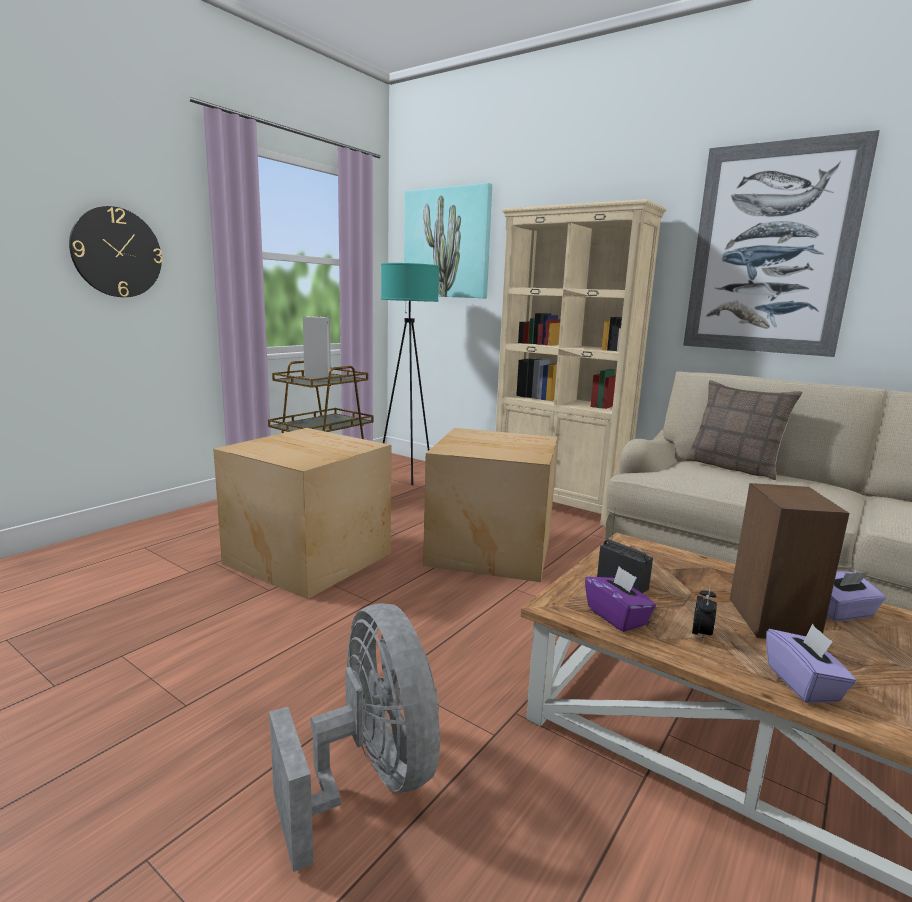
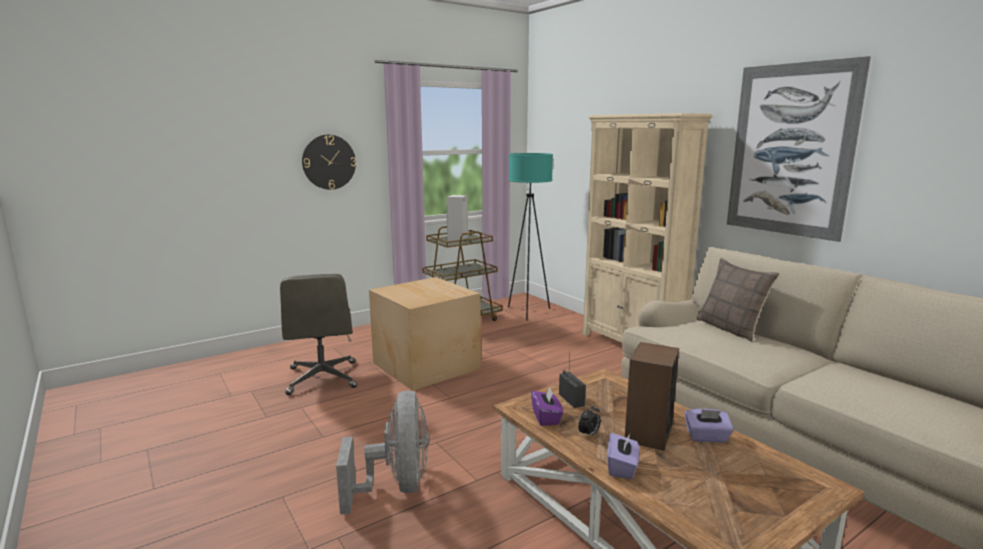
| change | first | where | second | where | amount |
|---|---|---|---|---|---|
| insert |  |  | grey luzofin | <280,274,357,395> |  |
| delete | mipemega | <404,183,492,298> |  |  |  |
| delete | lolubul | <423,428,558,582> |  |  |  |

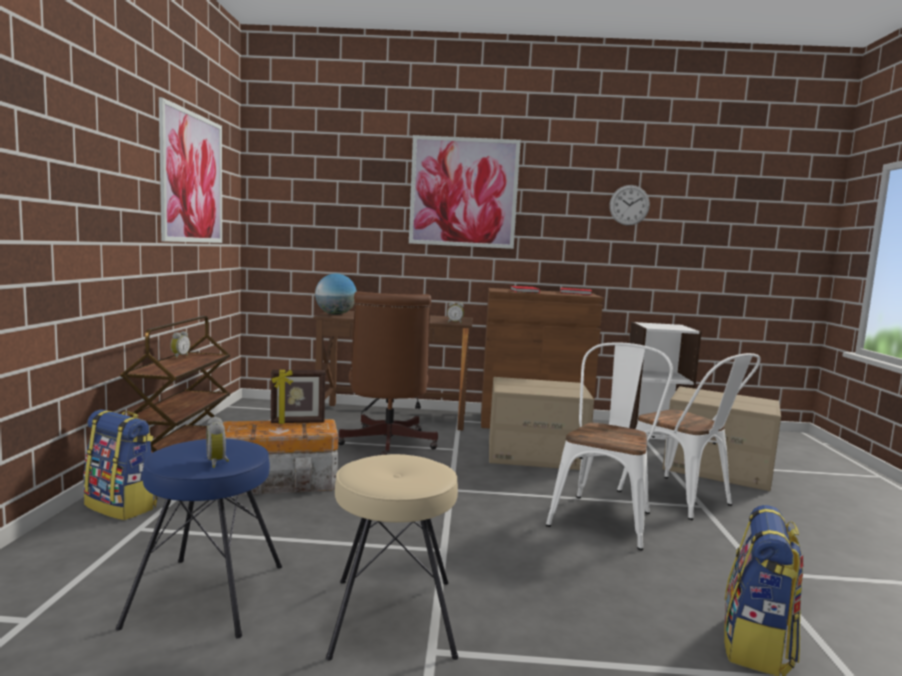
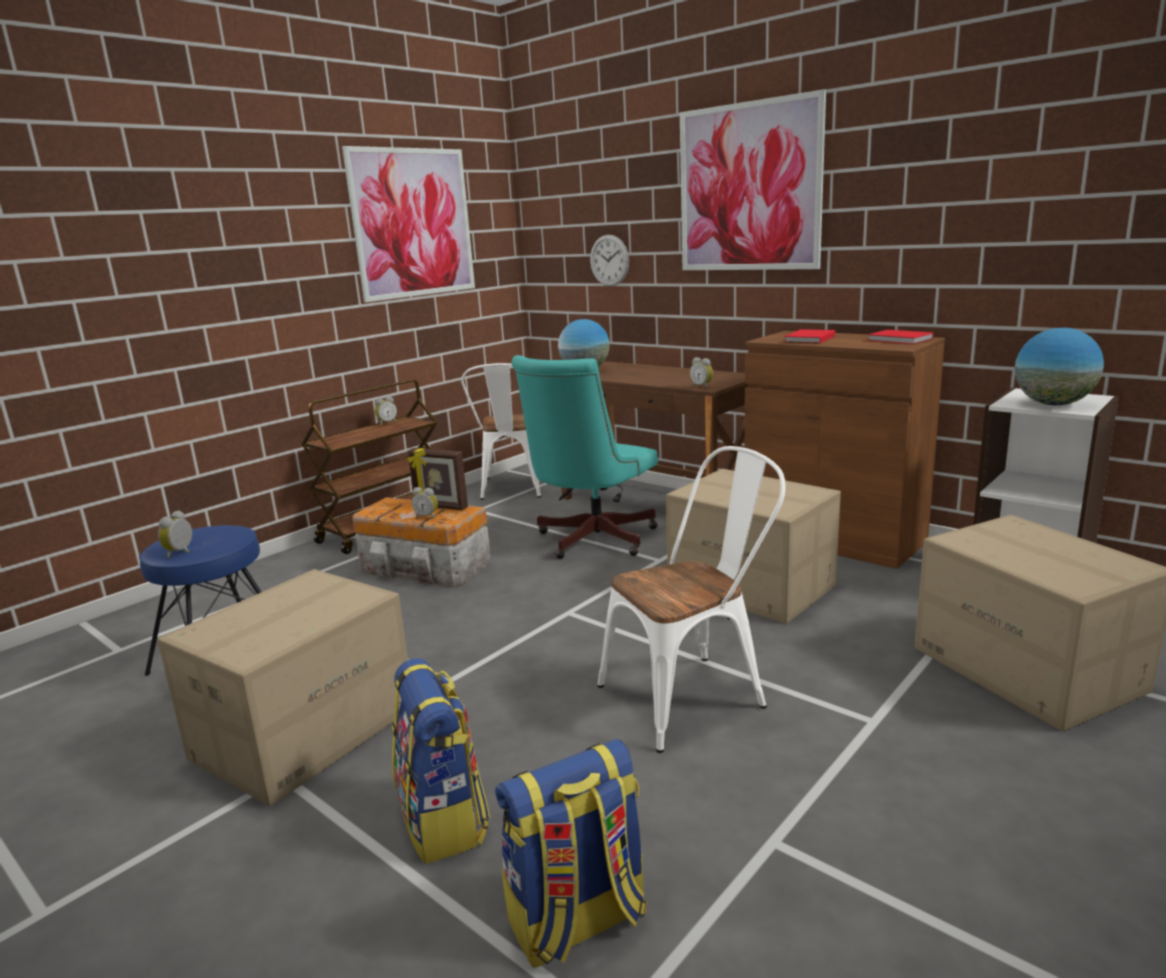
| change | first | where | second | where | amount |
|---|---|---|---|---|---|
| replace | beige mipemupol | <326,454,458,661> | lolubul | <157,569,408,806> |  |
| move | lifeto | <83,409,157,520> |  | <392,658,490,864> |  |
| insert |  |  | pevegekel | <412,487,438,519> |  |
| move | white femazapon | <617,353,761,520> |  | <461,363,541,500> |  |
| recolor | brown luzofin | <338,291,438,455> | turquoise luzofin | <512,355,658,559> |  |
| move | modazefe | <609,185,650,226> |  | <590,235,629,287> |  |
| insert |  |  | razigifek | <1015,328,1104,405> |  |

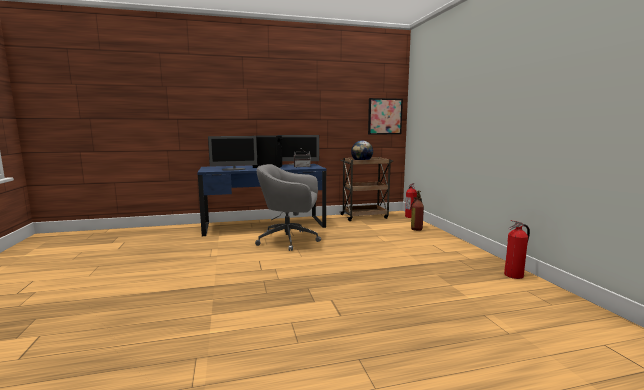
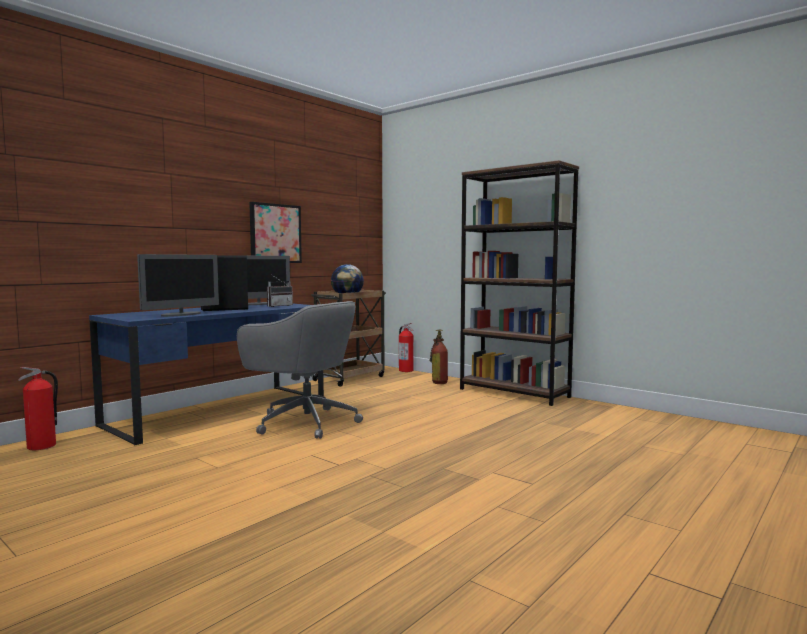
| change | first | where | second | where | amount |
|---|---|---|---|---|---|
| move | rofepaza | <504,220,530,279> |  | <19,367,58,450> |  |
| rotate | grey luzofin | <255,164,321,251> |  | <237,301,363,439> | 120 degrees counterclockwise |
| move | mipemega | <368,98,403,134> |  | <249,202,302,263> |  |
| insert |  |  | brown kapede | <460,160,579,406> |  |

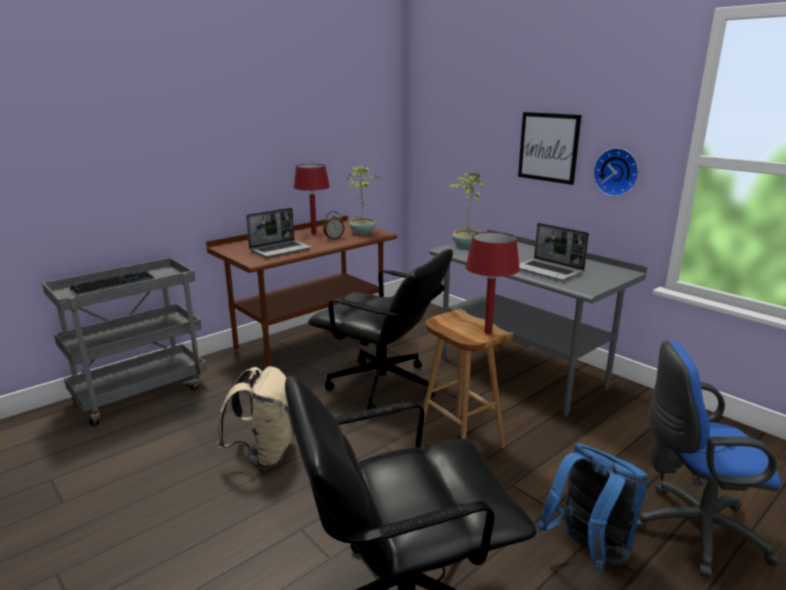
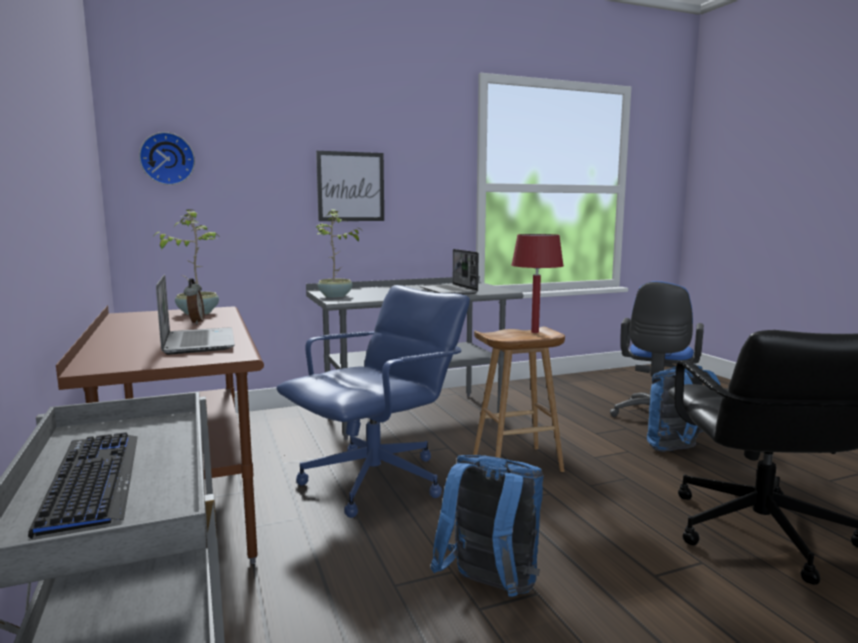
| change | first | where | second | where | amount |
|---|---|---|---|---|---|
| move | modazefe | <593,148,639,197> |  | <139,132,195,185> |  |
| recolor | black luzofin | <308,249,453,410> | blue luzofin | <276,285,470,518> |  |
| rotate | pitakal | <519,223,589,281> |  | <420,249,479,294> | 90 degrees clockwise |
| recolor | beige lifeto | <218,366,294,469> | blue lifeto | <430,455,544,597> |  |
| delete | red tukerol | <294,164,330,234> |  |  |  |

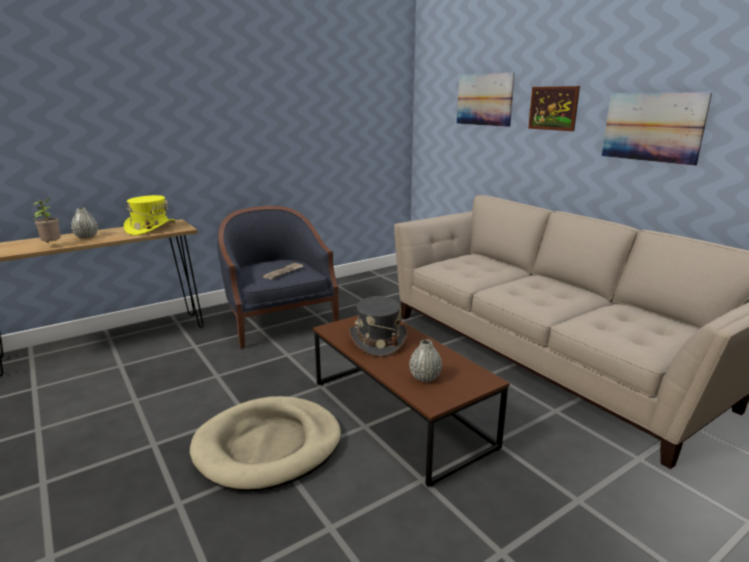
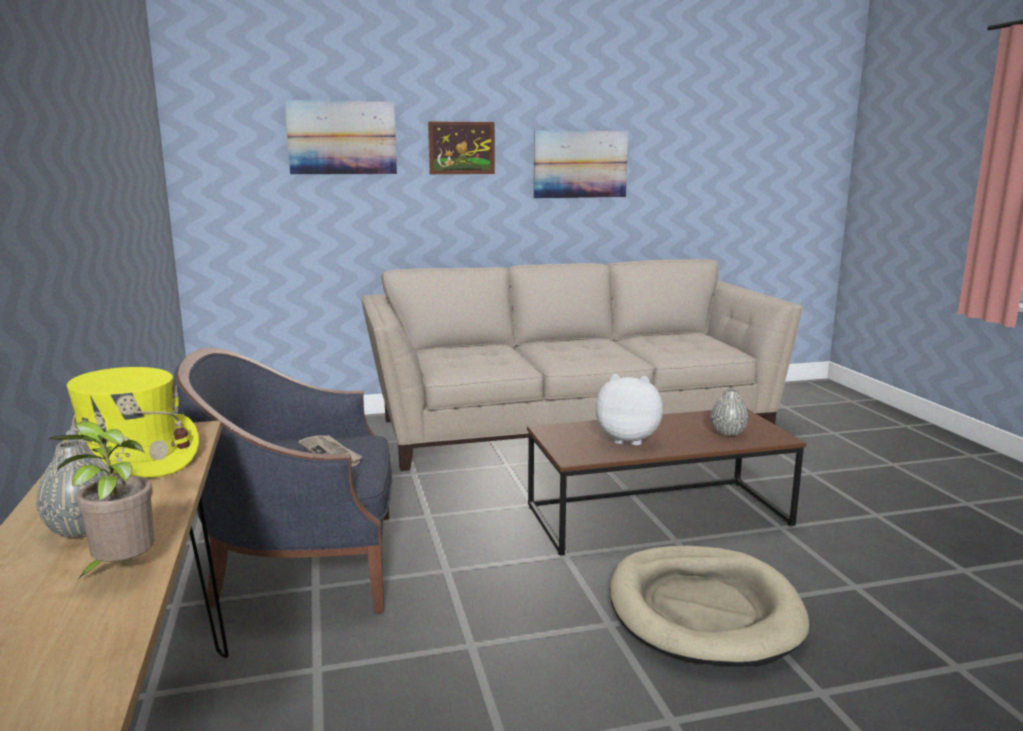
| change | first | where | second | where | amount |
|---|---|---|---|---|---|
| replace | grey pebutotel | <349,296,408,357> | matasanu | <595,374,663,446> |  |

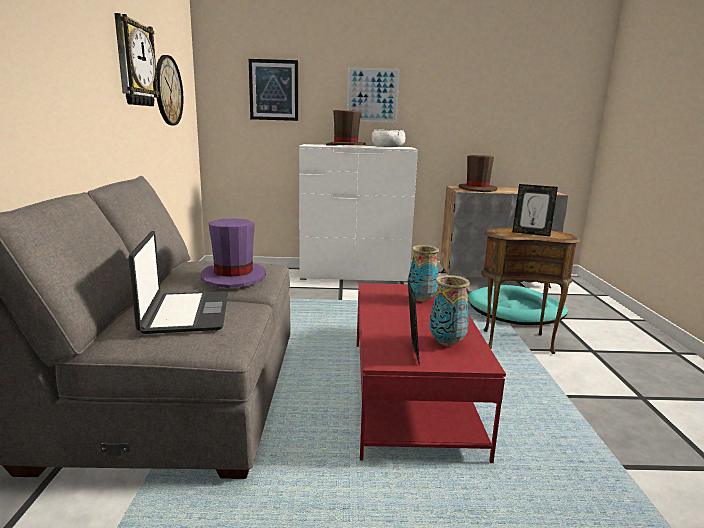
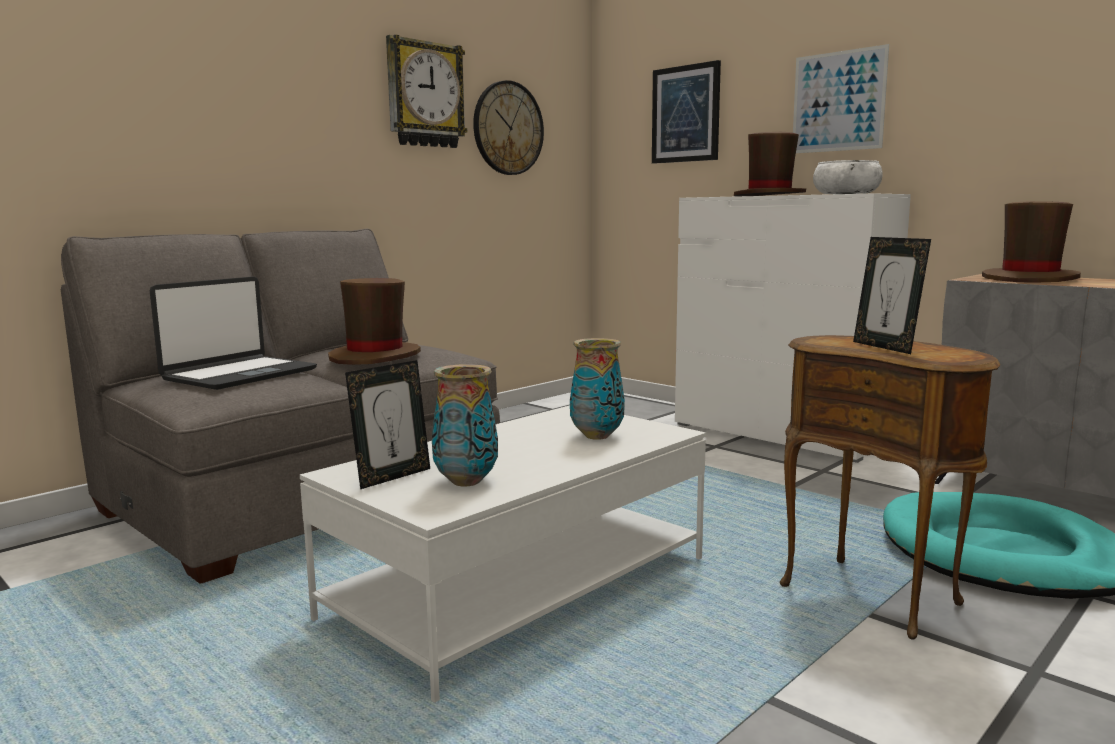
| change | first | where | second | where | amount |
|---|---|---|---|---|---|
| recolor | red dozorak | <357,283,506,463> | white dozorak | <300,405,706,703> |  |
| recolor | purple pebutotel | <201,218,266,288> | brown pebutotel | <328,278,421,365> |  |

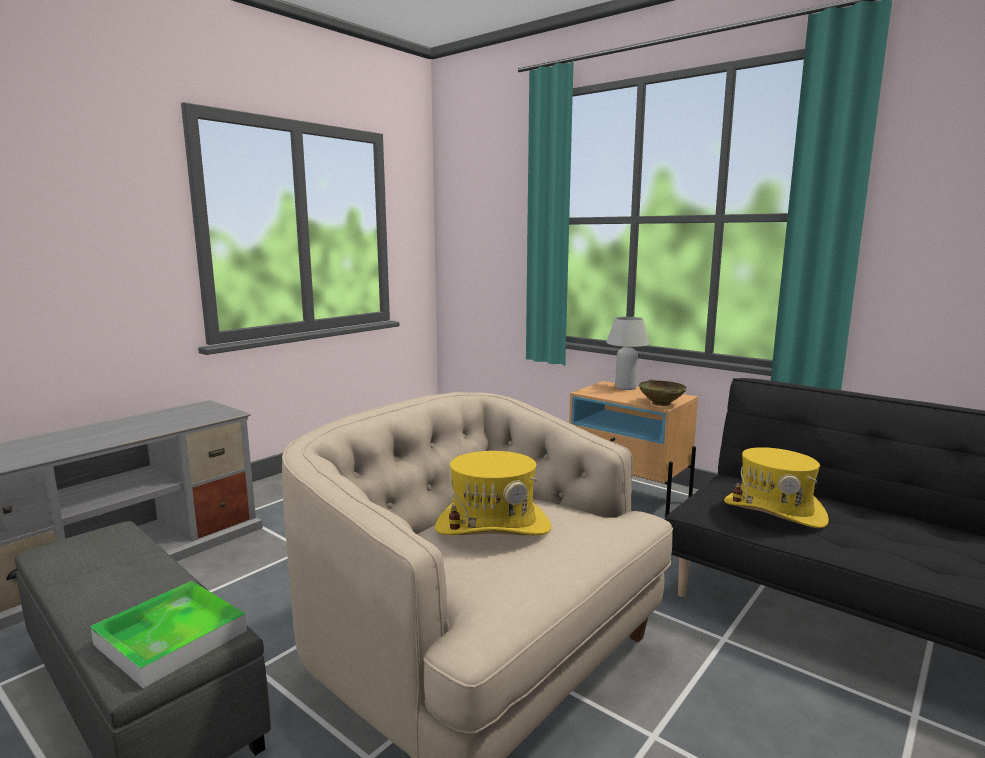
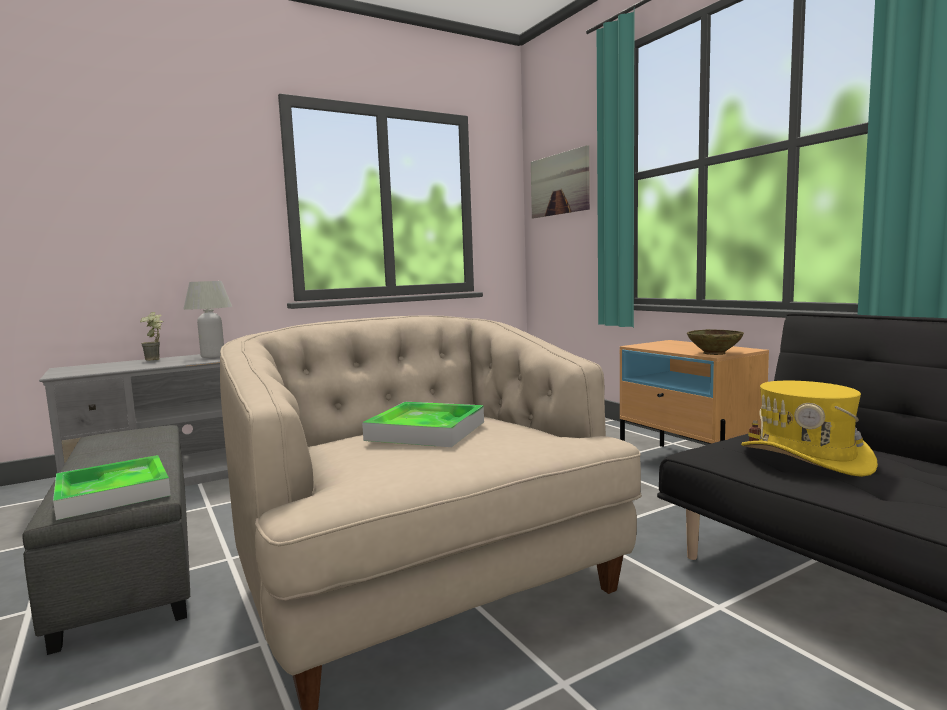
| change | first | where | second | where | amount |
|---|---|---|---|---|---|
| insert |  |  | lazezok | <140,312,163,361> |  |
| move | white tukerol | <606,317,650,390> |  | <183,281,232,358> |  |
| replace | yellow pebutotel | <435,451,551,535> | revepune | <362,402,484,447> |  |
| insert |  |  | mipemega | <531,145,590,218> |  |

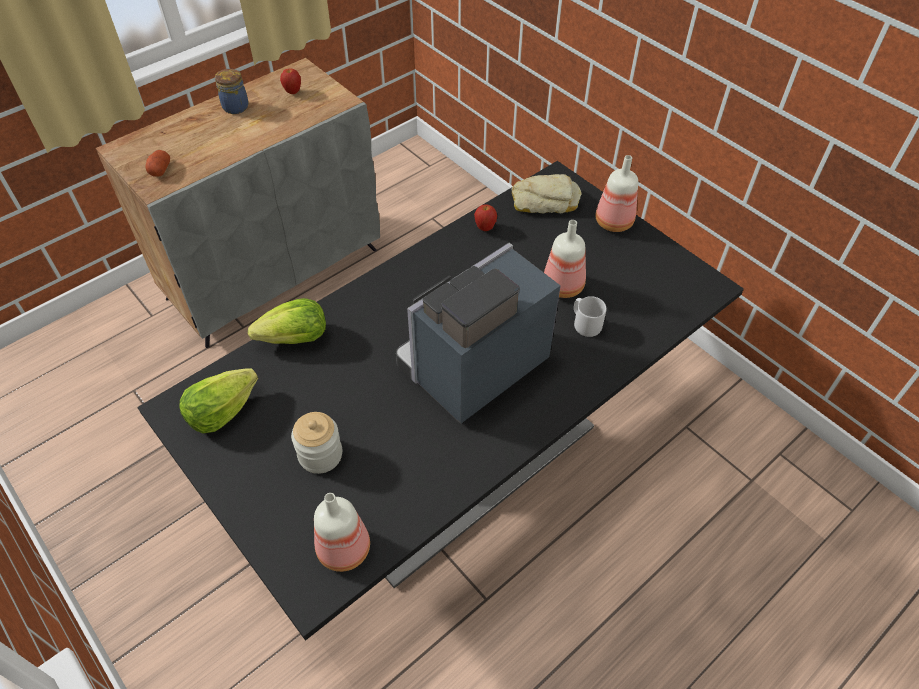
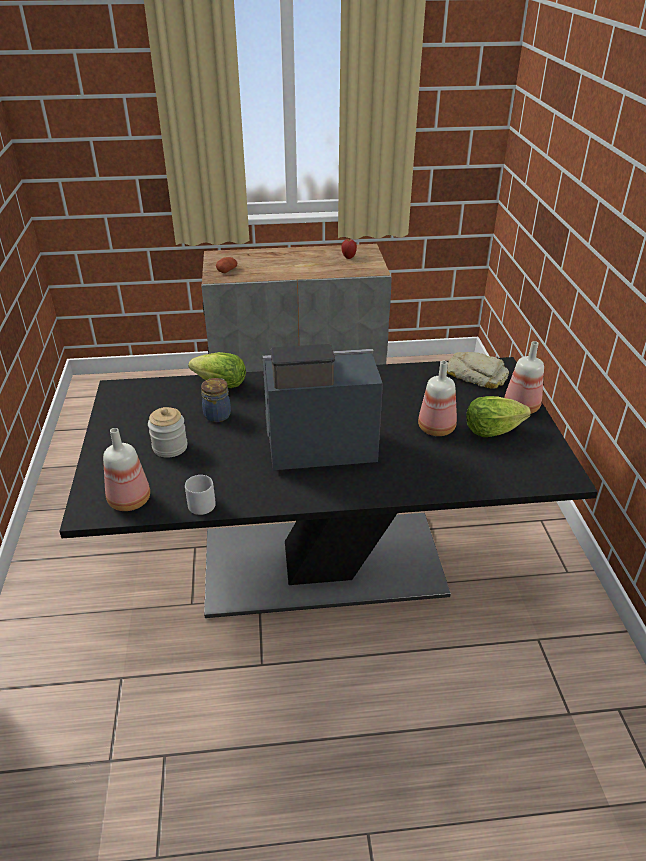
| change | first | where | second | where | amount |
|---|---|---|---|---|---|
| move | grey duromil | <574,296,606,337> |  | <185,475,216,515> |  |
| move | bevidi | <215,69,249,114> |  | <201,378,231,422> |  |
| move | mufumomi | <179,368,258,434> |  | <466,396,531,437> |  |
| delete | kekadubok | <474,204,497,231> |  |  |  |

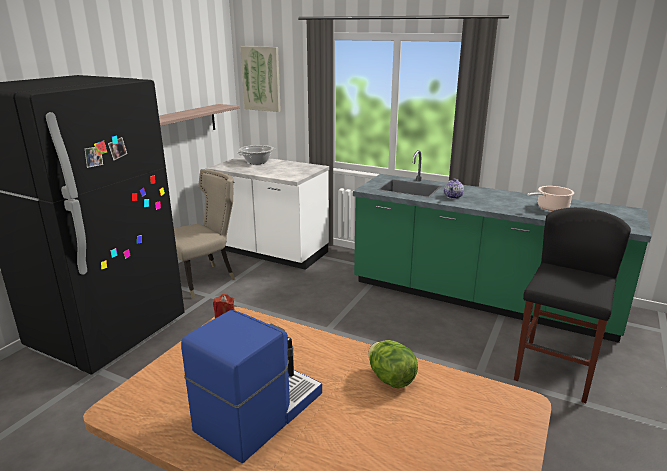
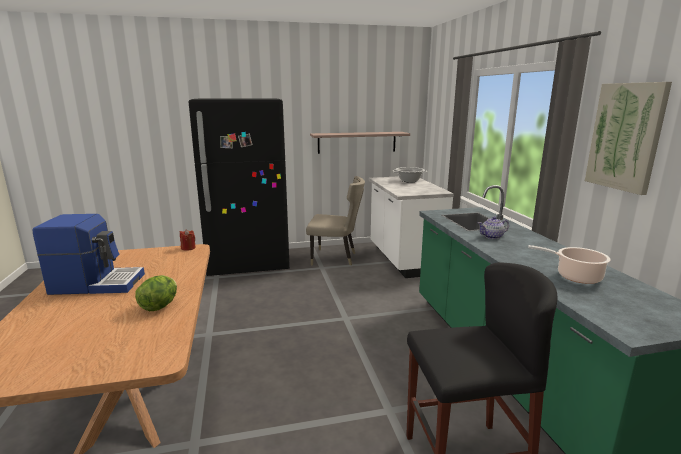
| change | first | where | second | where | amount |
|---|---|---|---|---|---|
| move | mipemega | <240,46,281,112> |  | <585,82,672,195> |  |

